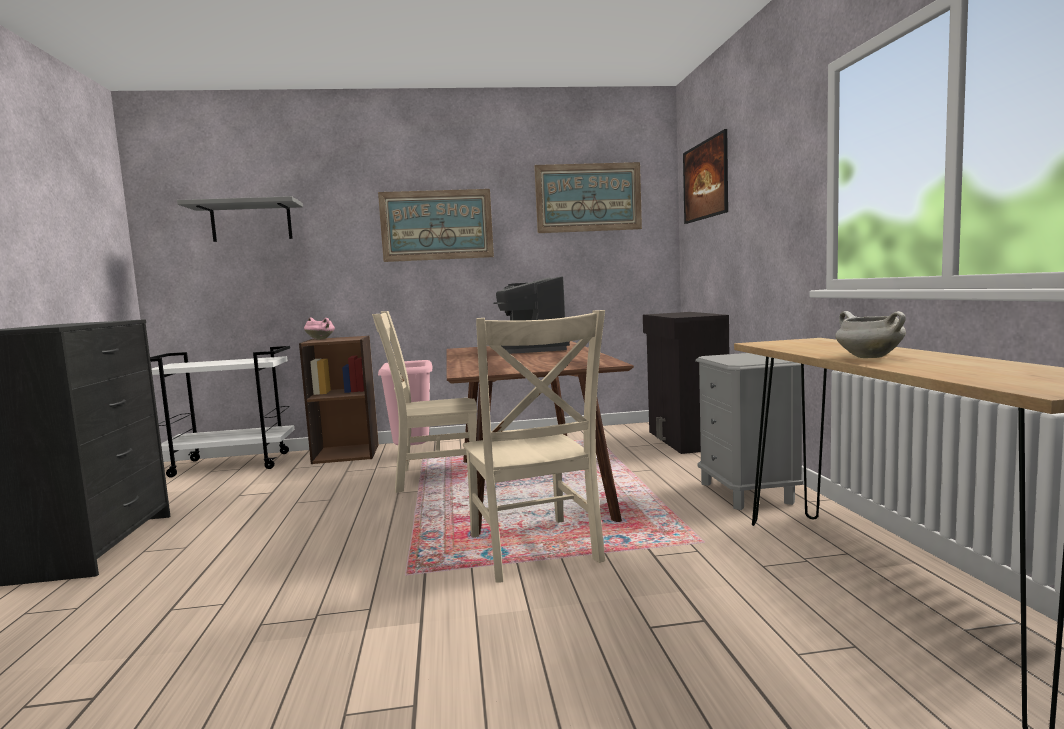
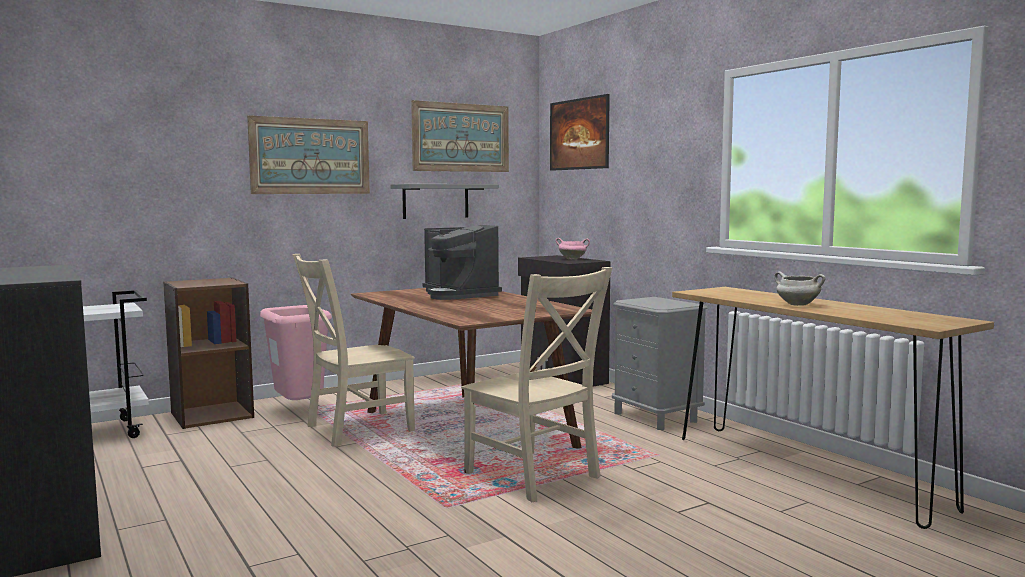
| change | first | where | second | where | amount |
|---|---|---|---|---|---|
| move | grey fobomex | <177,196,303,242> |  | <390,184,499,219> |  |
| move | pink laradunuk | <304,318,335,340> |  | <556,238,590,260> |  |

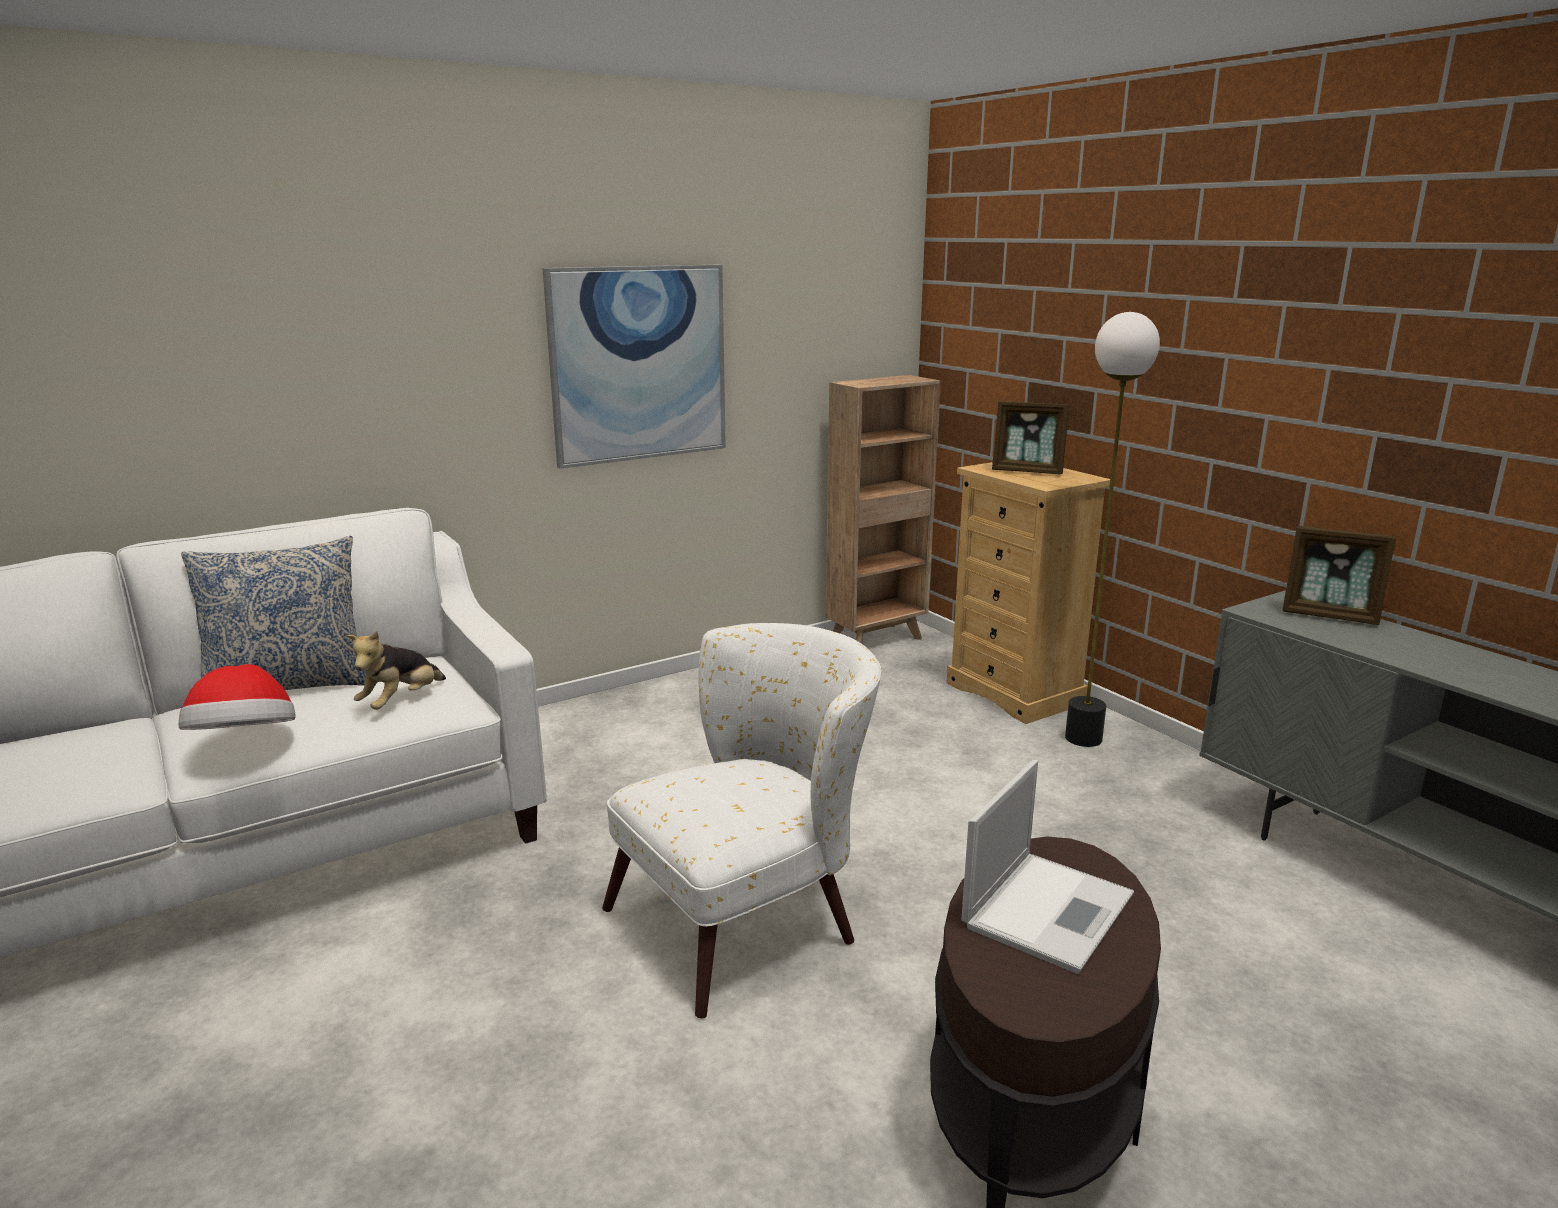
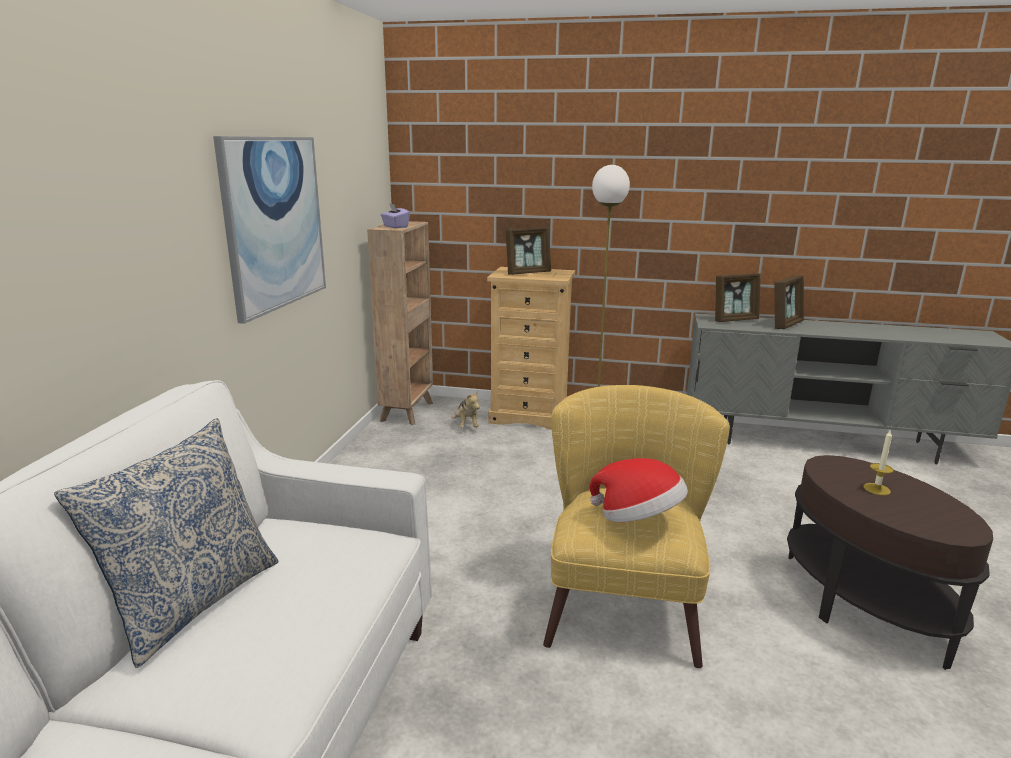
| change | first | where | second | where | amount |
|---|---|---|---|---|---|
| insert |  |  | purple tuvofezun | <381,203,410,228> |  |
| move | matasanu | <347,631,446,710> |  | <452,391,480,428> |  |
| recolor | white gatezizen | <602,623,882,1018> | yellow gatezizen | <543,385,730,668> |  |
| move | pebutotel | <178,664,295,730> |  | <589,458,688,522> |  |
| insert |  |  | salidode | <774,276,804,329> |  |
| replace | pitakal | <961,760,1134,974> | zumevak | <864,429,894,495> |  |

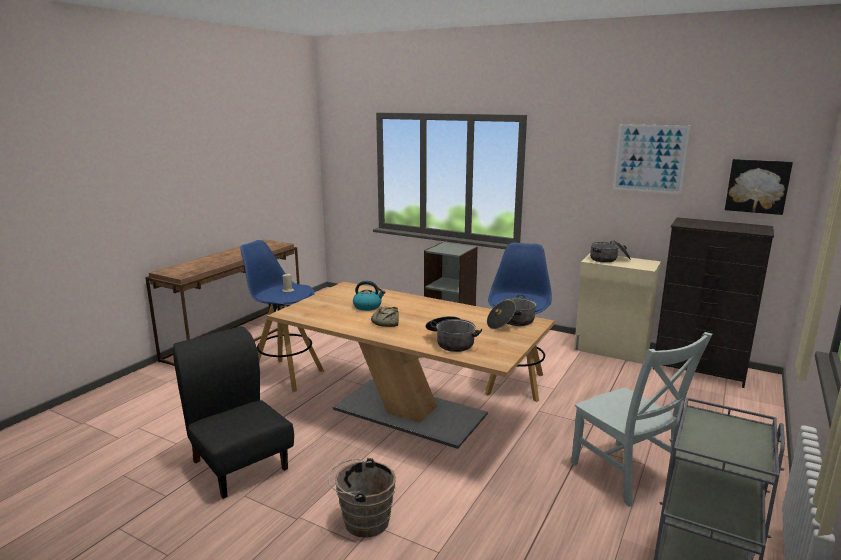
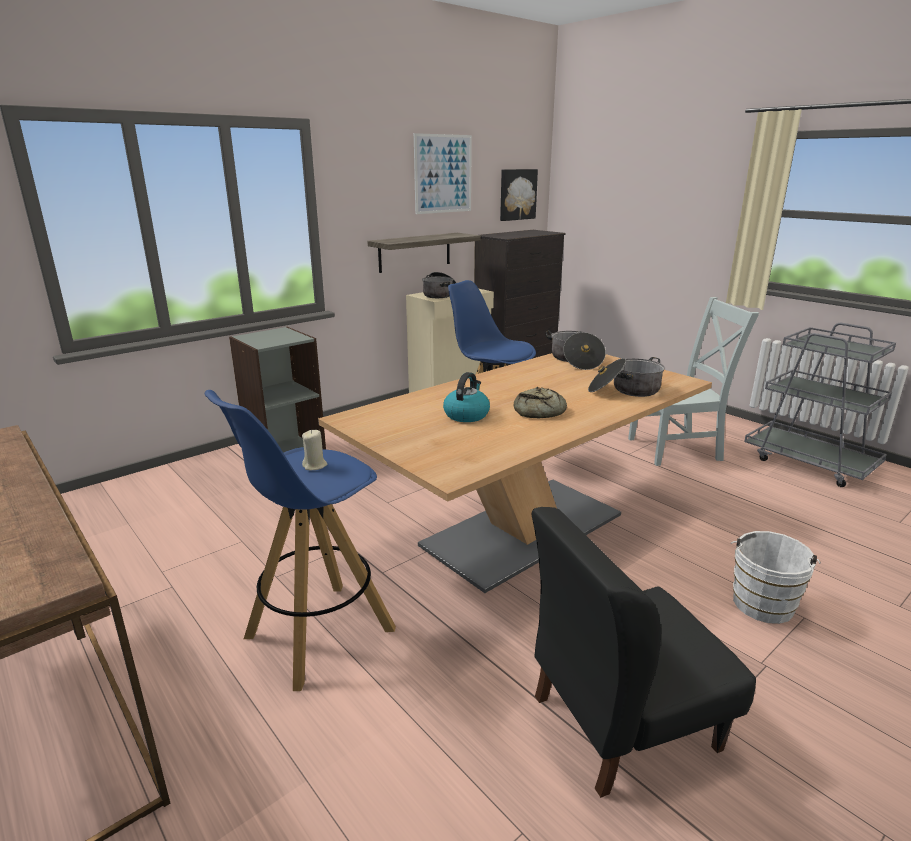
| change | first | where | second | where | amount |
|---|---|---|---|---|---|
| insert |  |  | fobomex | <367,233,481,273> |  |
| recolor | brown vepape | <328,457,396,538> | white vepape | <731,531,821,624> |  |

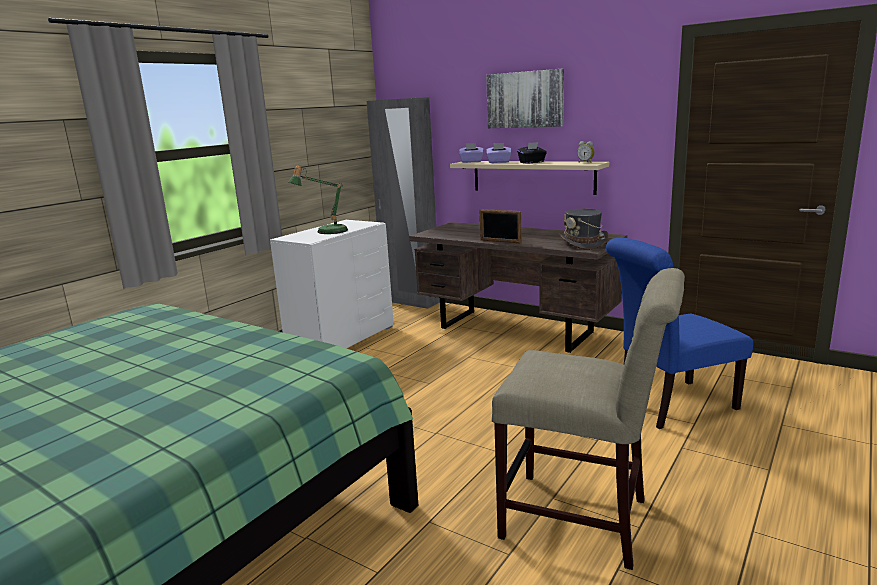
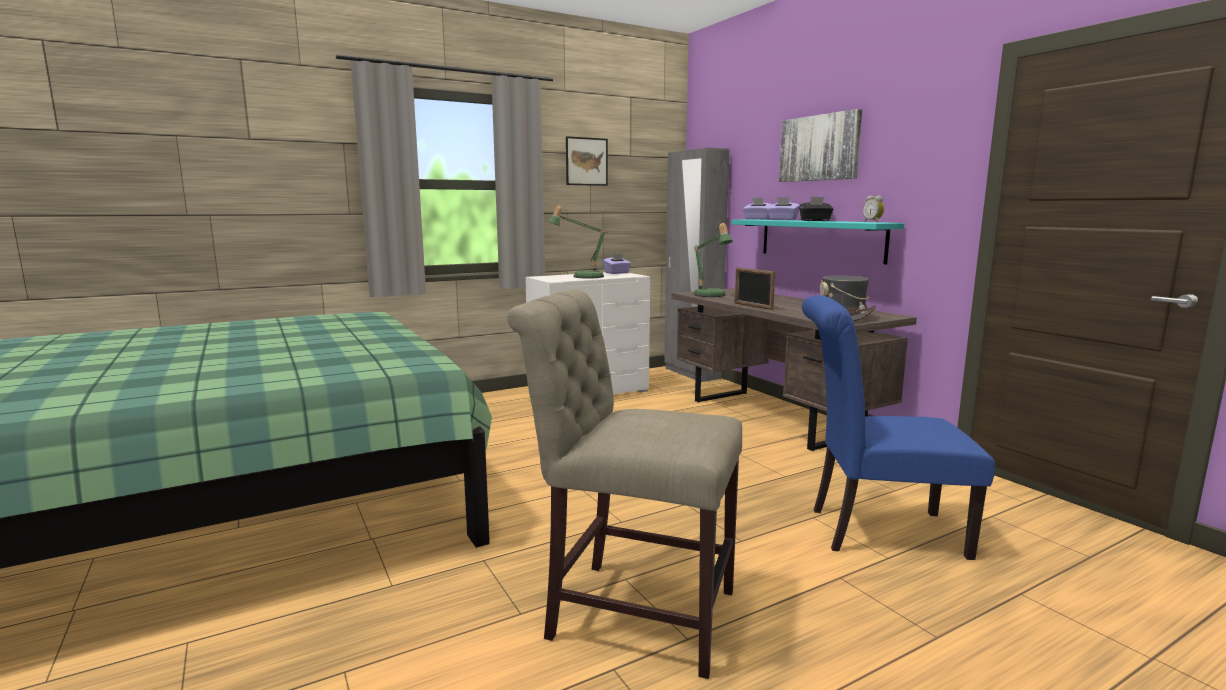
| change | first | where | second | where | amount |
|---|---|---|---|---|---|
| rotate | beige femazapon | <492,268,685,570> |  | <507,289,742,679> | 150 degrees clockwise |
| insert |  |  | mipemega | <566,136,608,186> |  |
| insert |  |  | purple tuvofezun | <603,254,631,274> |  |
| insert |  |  | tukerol | <693,223,733,297> |  |
| recolor | beige fobomex | <450,161,609,195> | turquoise fobomex | <732,220,904,264> |  |

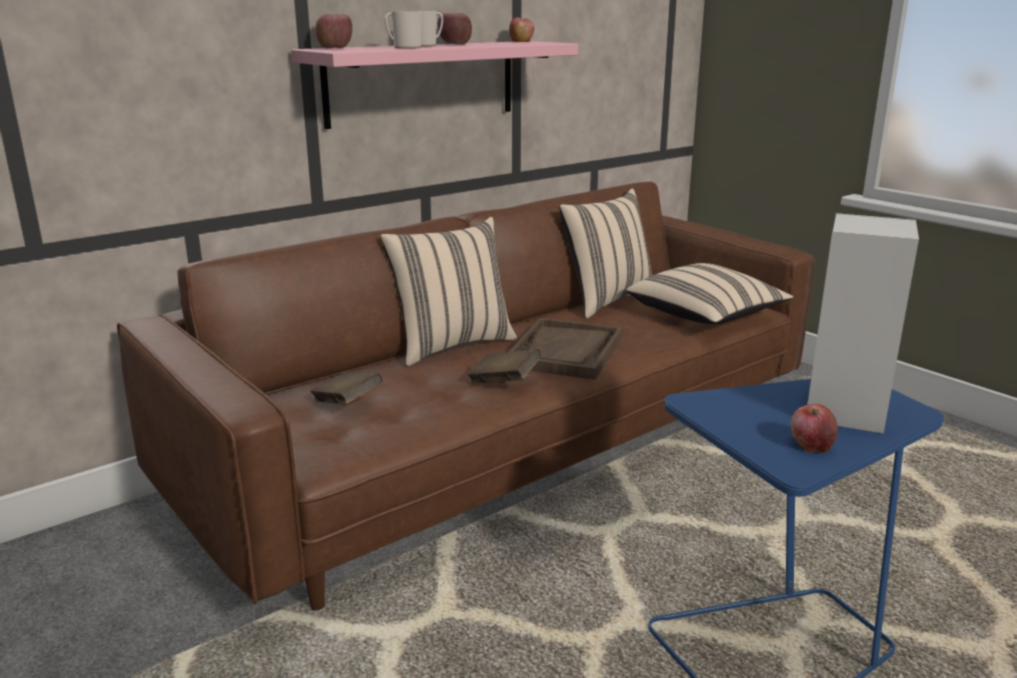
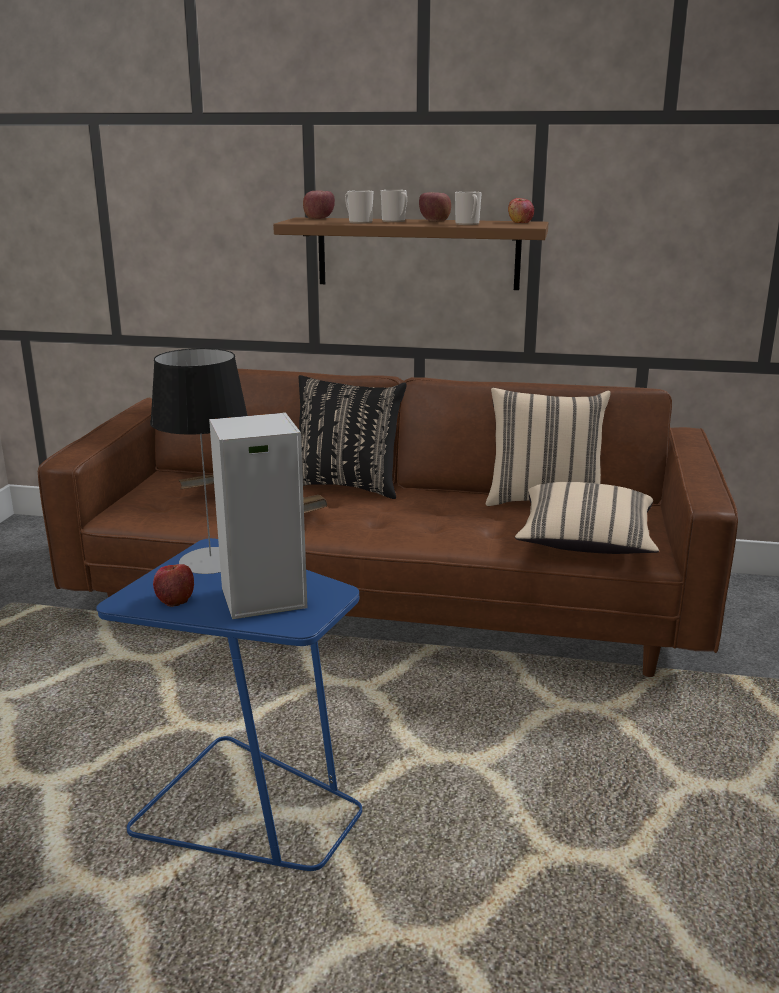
| change | first | where | second | where | amount |
|---|---|---|---|---|---|
| insert |  |  | tukerol | <150,348,248,574> |  |
| recolor | pink fobomex | <291,41,578,129> | brown fobomex | <273,217,548,290> |  |
| recolor | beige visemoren | <380,217,517,366> | black visemoren | <298,375,407,499> |  |
| insert |  |  | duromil | <455,191,482,225> |  |
| delete | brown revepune | <509,318,622,380> |  |  |  |

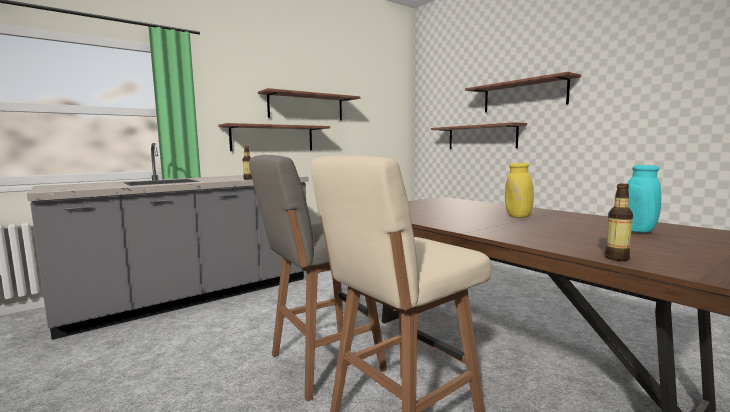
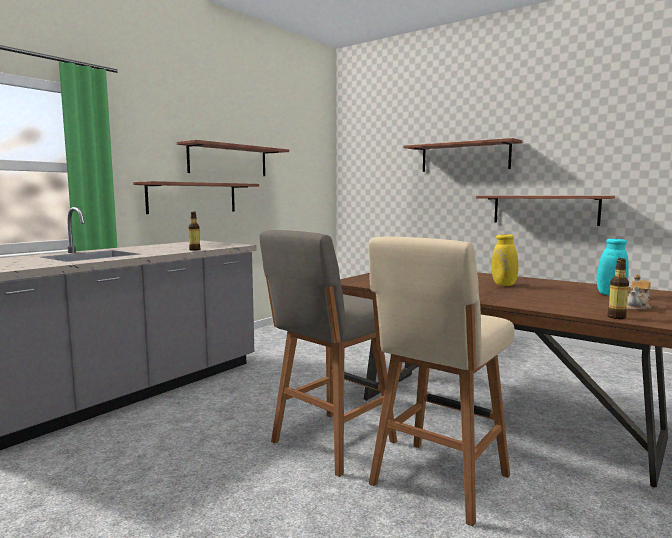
| change | first | where | second | where | amount |
|---|---|---|---|---|---|
| move | fobomex | <431,122,527,149> |  | <476,196,615,226> |  |
| insert |  |  | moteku | <626,274,651,310> |  |

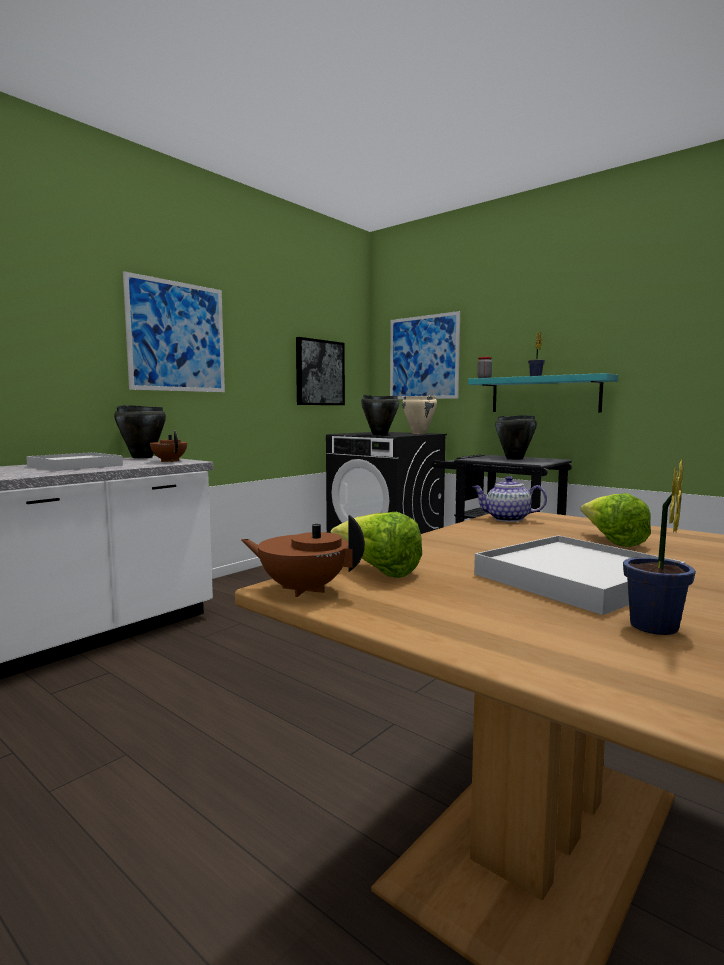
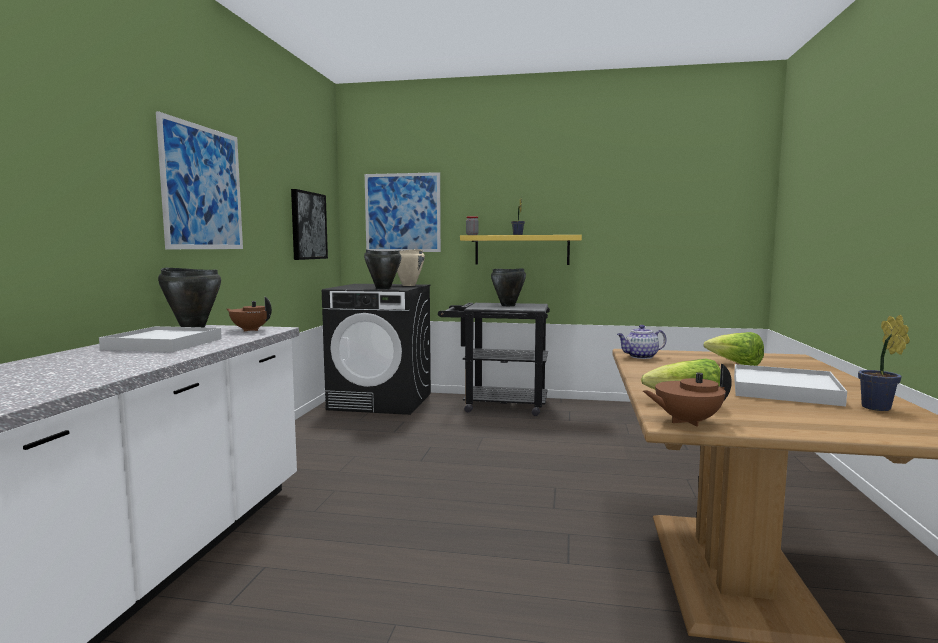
| change | first | where | second | where | amount |
|---|---|---|---|---|---|
| recolor | turquoise fobomex | <468,373,618,412> | yellow fobomex | <460,235,582,265> |  |

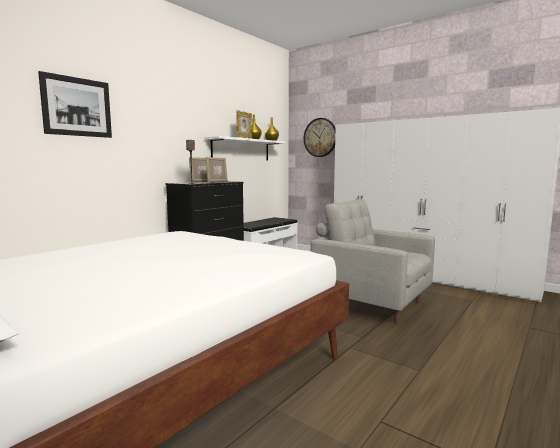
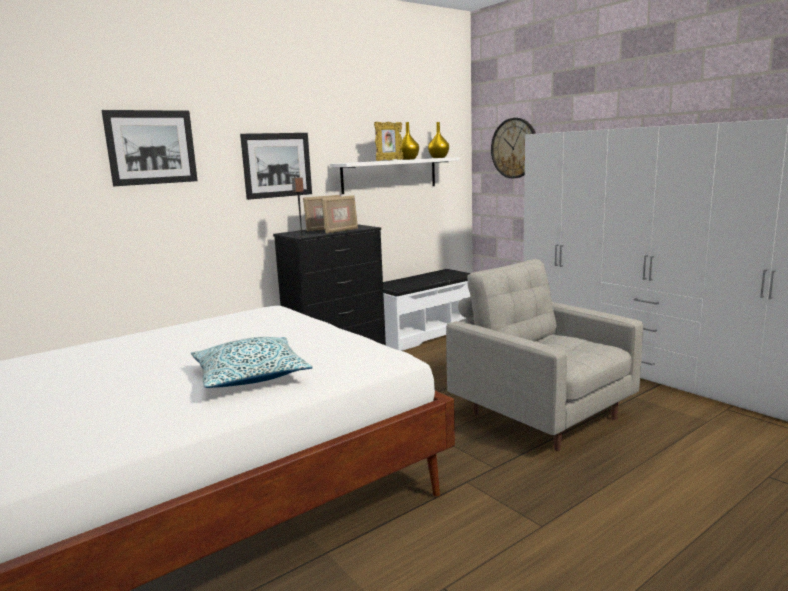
| change | first | where | second | where | amount |
|---|---|---|---|---|---|
| insert |  |  | visemoren | <191,337,313,388> |  |
| insert |  |  | mipemega | <240,133,312,200> |  |

